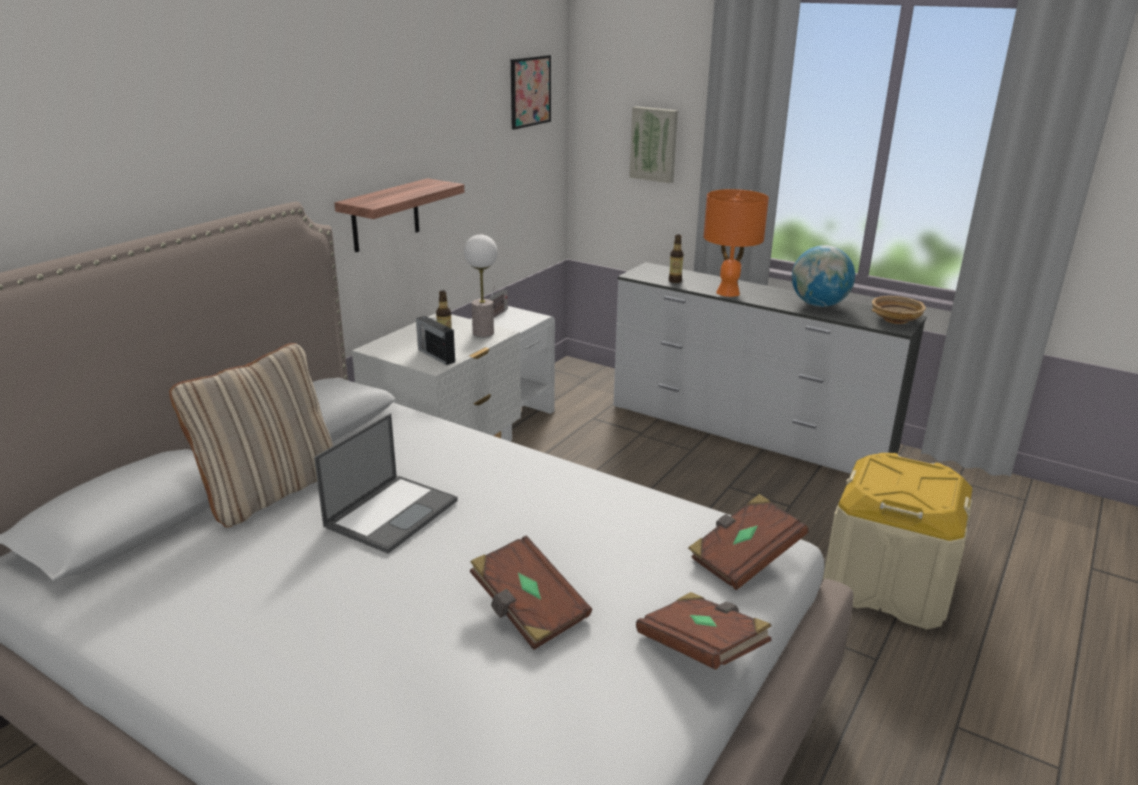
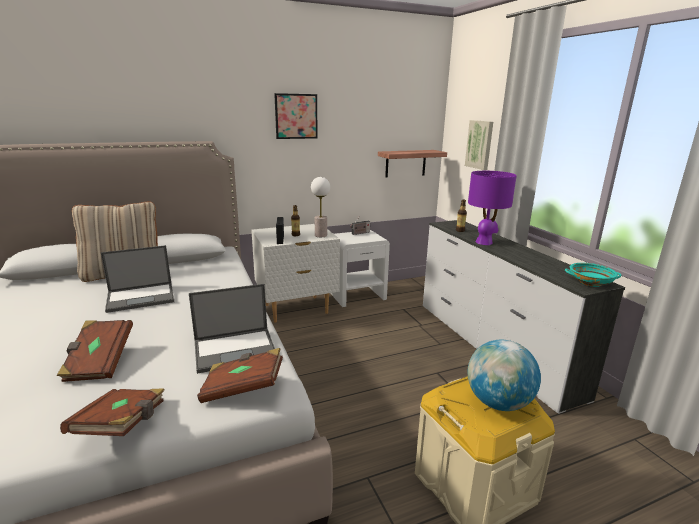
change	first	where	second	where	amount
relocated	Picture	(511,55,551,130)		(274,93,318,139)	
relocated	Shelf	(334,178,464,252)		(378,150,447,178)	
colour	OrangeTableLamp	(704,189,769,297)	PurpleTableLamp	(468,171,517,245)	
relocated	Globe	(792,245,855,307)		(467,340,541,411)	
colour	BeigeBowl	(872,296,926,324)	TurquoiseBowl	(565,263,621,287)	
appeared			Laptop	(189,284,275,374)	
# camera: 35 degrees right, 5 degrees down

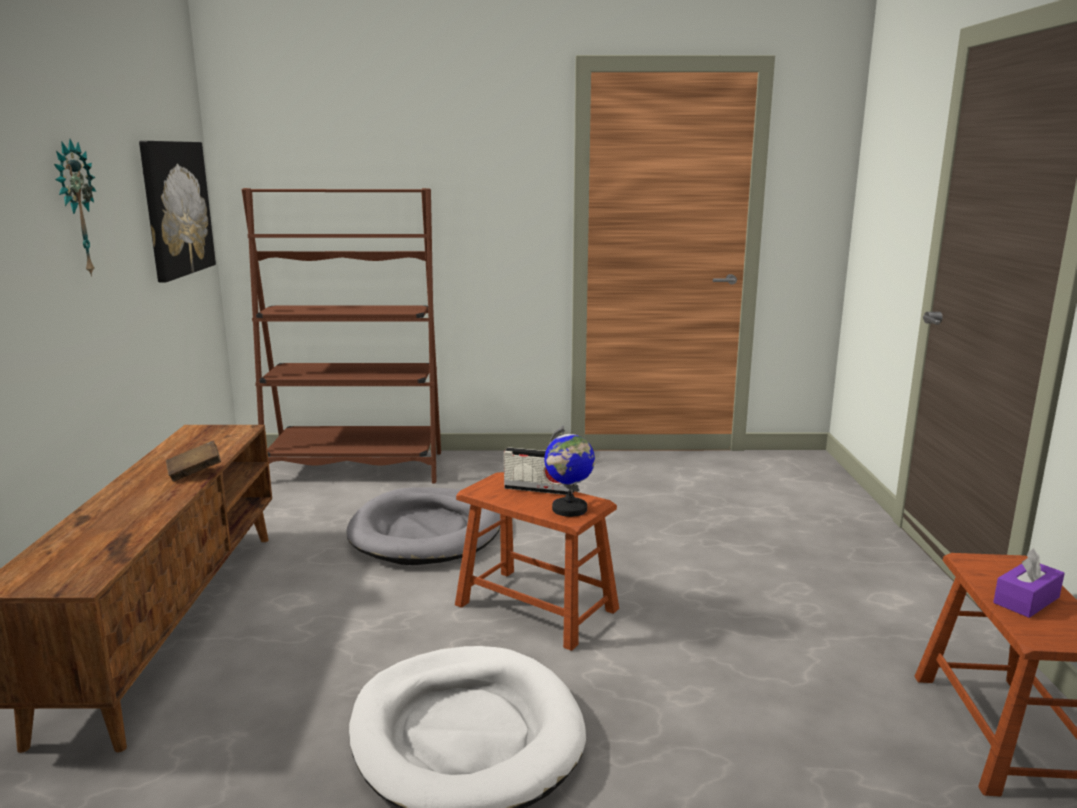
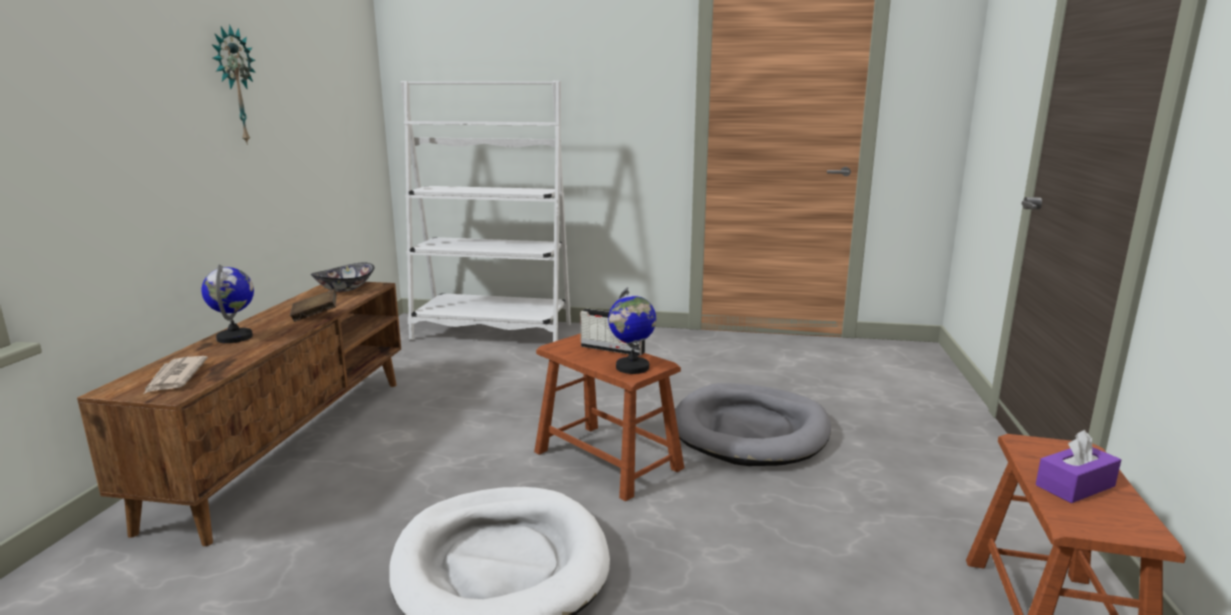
change	first	where	second	where	amount
missing	Picture	(139,141,216,282)			
colour	BrownBookcase	(242,188,441,483)	WhiteBookcase	(400,81,571,342)	
relocated	GreyDogBed	(346,487,500,565)		(675,383,831,466)	
appeared			Bowl	(311,263,375,292)	
appeared			Globe	(201,265,254,343)	
appeared			Newspaper	(144,356,208,394)	
# camera: 10 degrees right, 0 degrees up

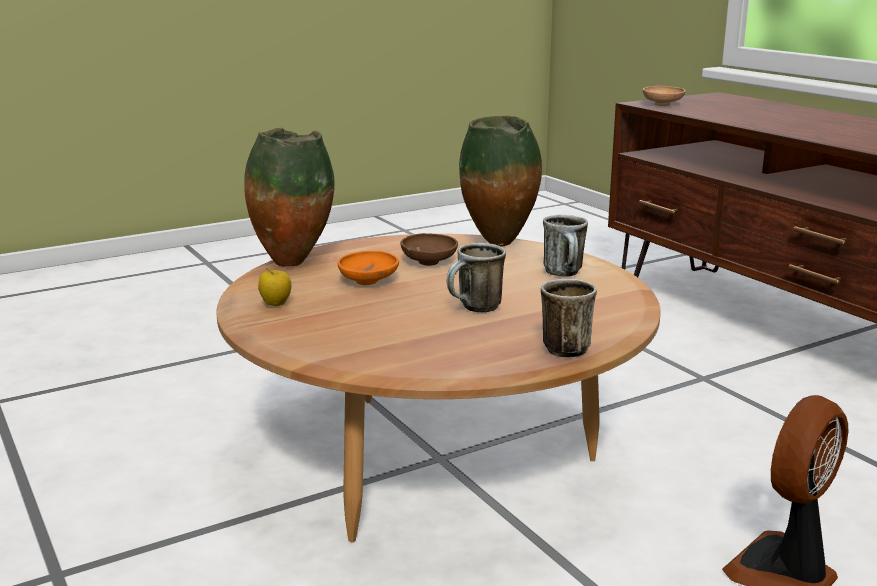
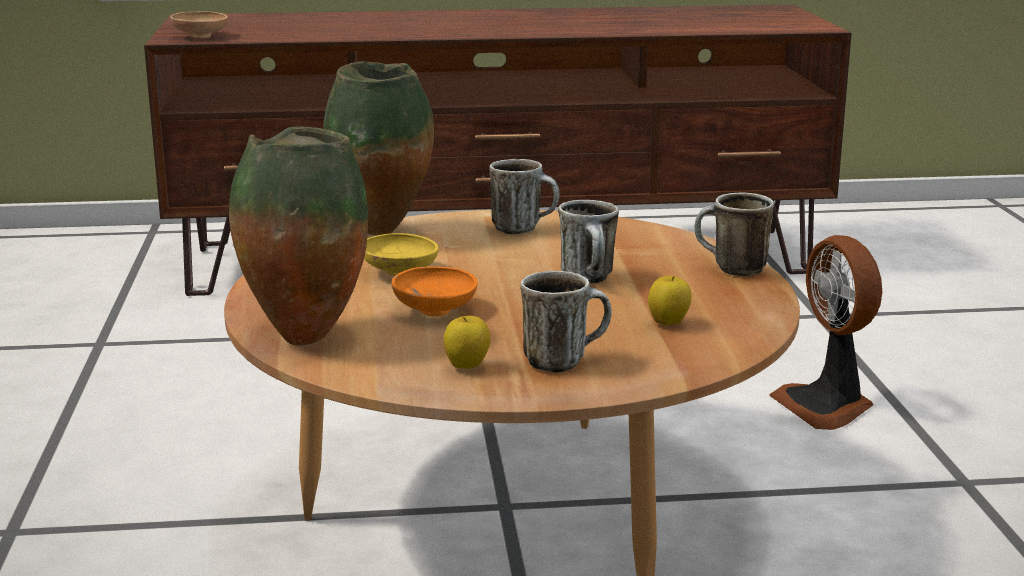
change	first	where	second	where	amount
colour	BrownBowl	(400,233,458,266)	YellowBowl	(364,233,439,276)	
appeared			Mug	(520,271,611,372)	
appeared			Apple	(648,276,691,325)	
# camera: 65 degrees left, 0 degrees up

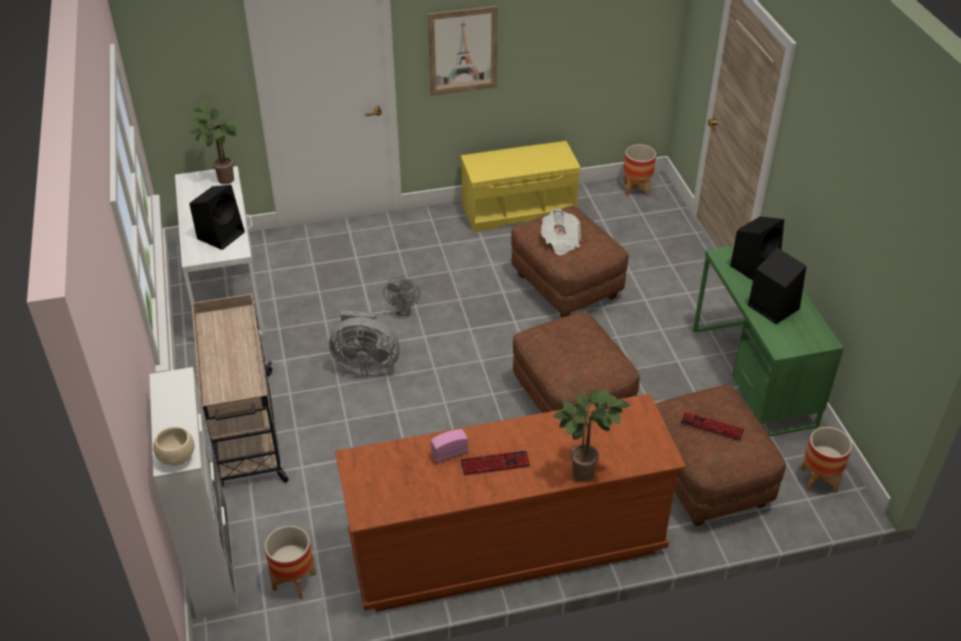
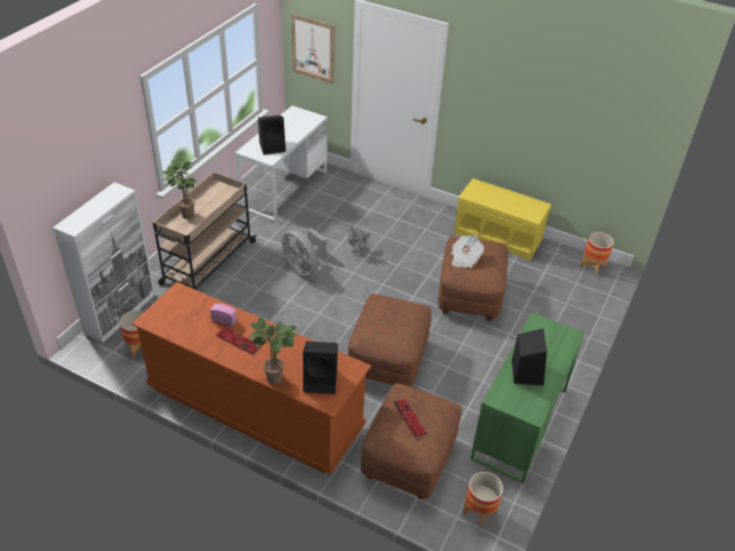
change	first	where	second	where	amount
relocated	Picture	(428,6,498,96)		(291,14,335,84)	
relocated	PottedPlant	(190,101,240,184)		(163,154,196,219)	
relocated	BlackSpeaker	(730,216,784,280)		(303,341,338,394)	
missing	BeigeBowl	(153,427,194,466)			
# camera: 40 degrees right, 0 degrees up

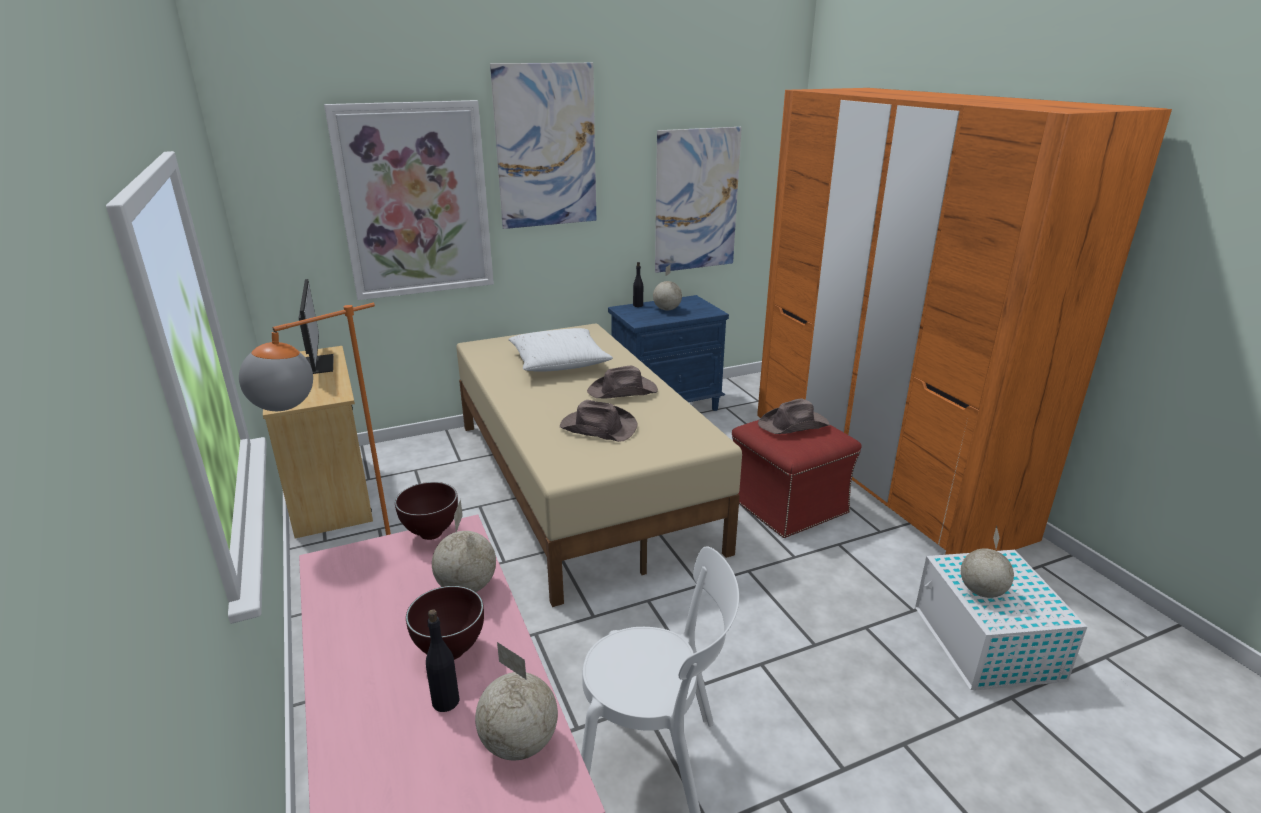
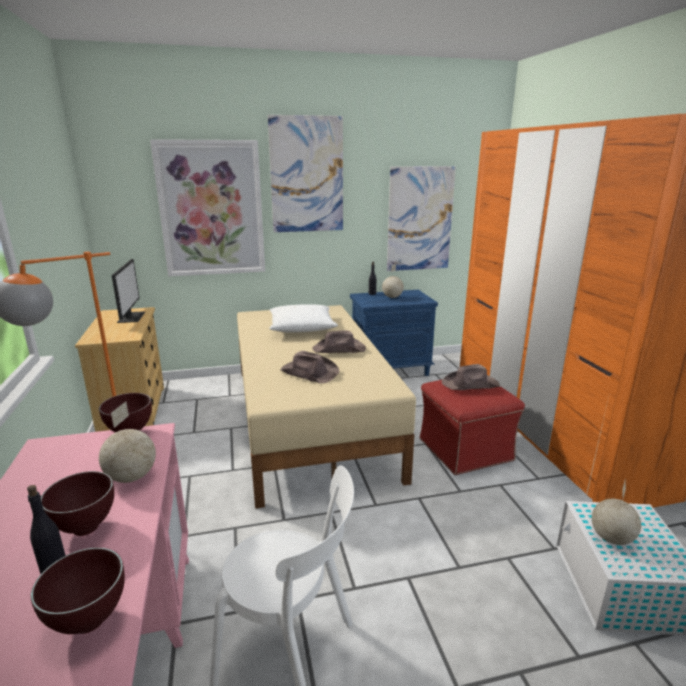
change	first	where	second	where	amount
exchanged	Globe	(475,642,558,760)	BrownBowl	(31,548,125,634)	
# camera: 10 degrees right, 5 degrees down

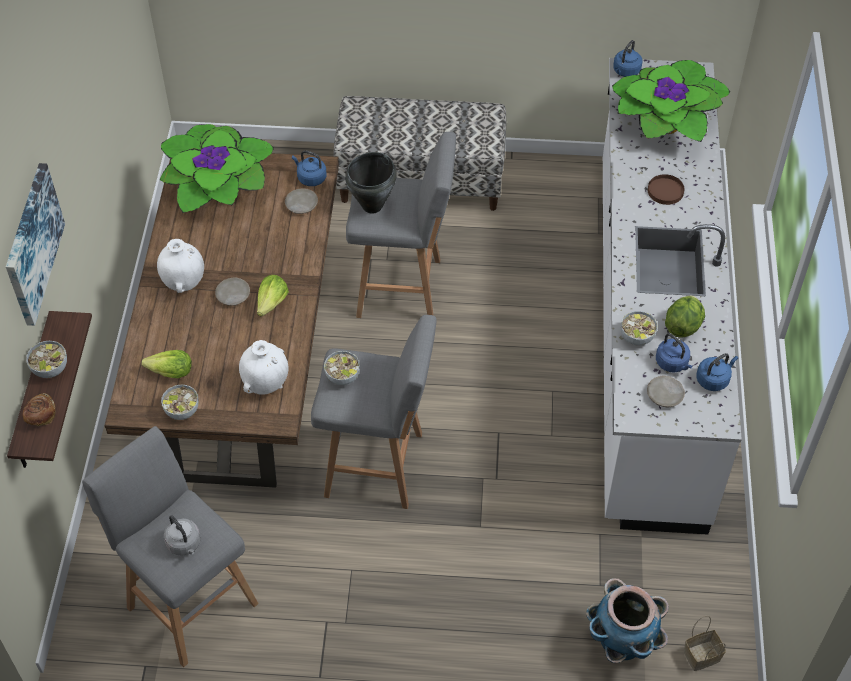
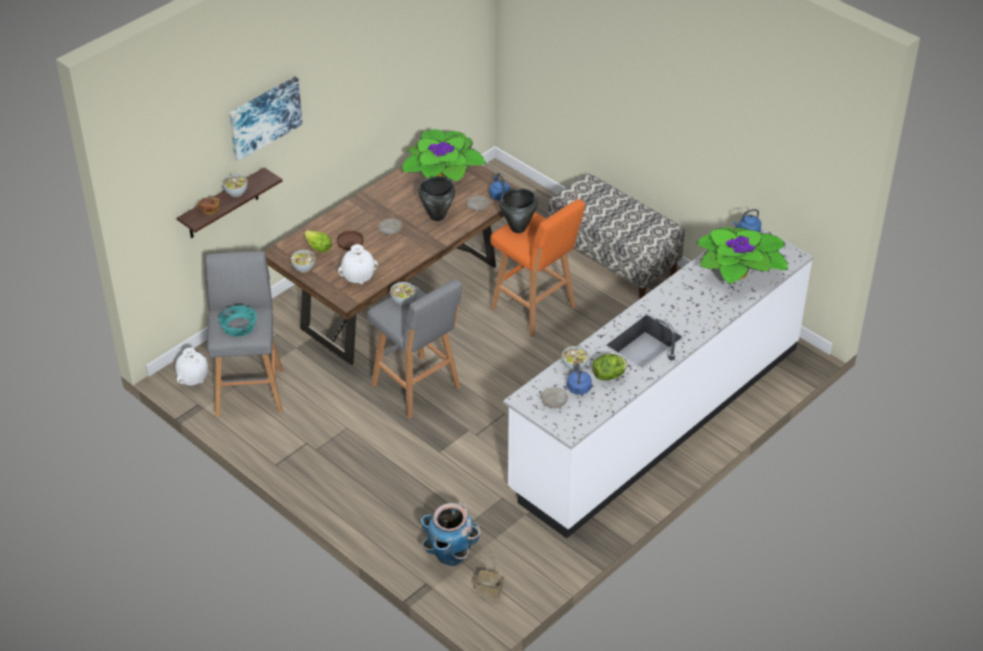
change	first	where	second	where	amount
colour	GreyStool	(346,132,456,318)	OrangeStool	(490,199,585,337)	
relocated	BrownPlate	(648,174,684,205)		(337,231,363,251)	
relocated	WhiteVase	(157,239,204,293)		(175,348,208,386)	
missing	Lettuce	(257,275,289,317)			
missing	BlueKettle	(696,353,738,391)			
exchanged	GreyKettle	(164,515,200,555)	TurquoiseBowl	(219,305,257,337)	
appeared			BlackCookingPot	(418,176,455,221)	
# camera: 40 degrees right, 10 degrees down

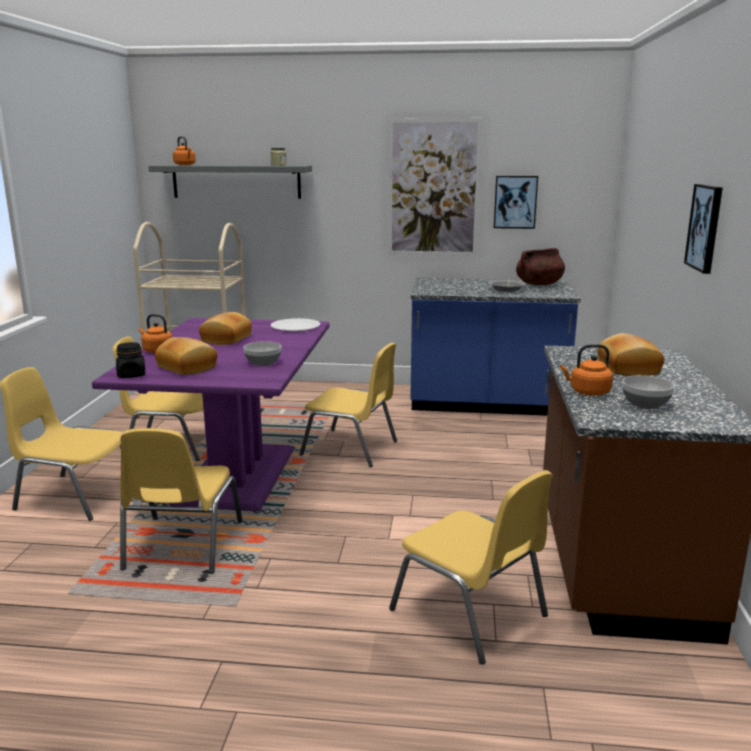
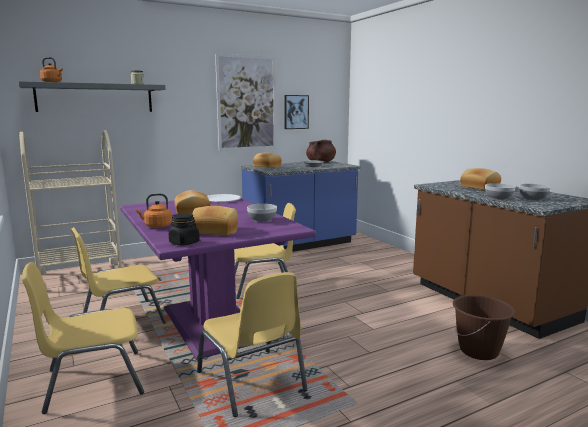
change	first	where	second	where	amount
missing	Picture	(684,184,723,274)			
exchanged	OrangeKettle	(560,344,613,396)	Bowl	(485,183,516,200)	
exchanged	YellowChair	(389,470,553,664)	BrownBucket	(453,295,516,360)	
appeared			Bread	(253,152,282,168)	
# camera: 35 degrees left, 5 degrees down

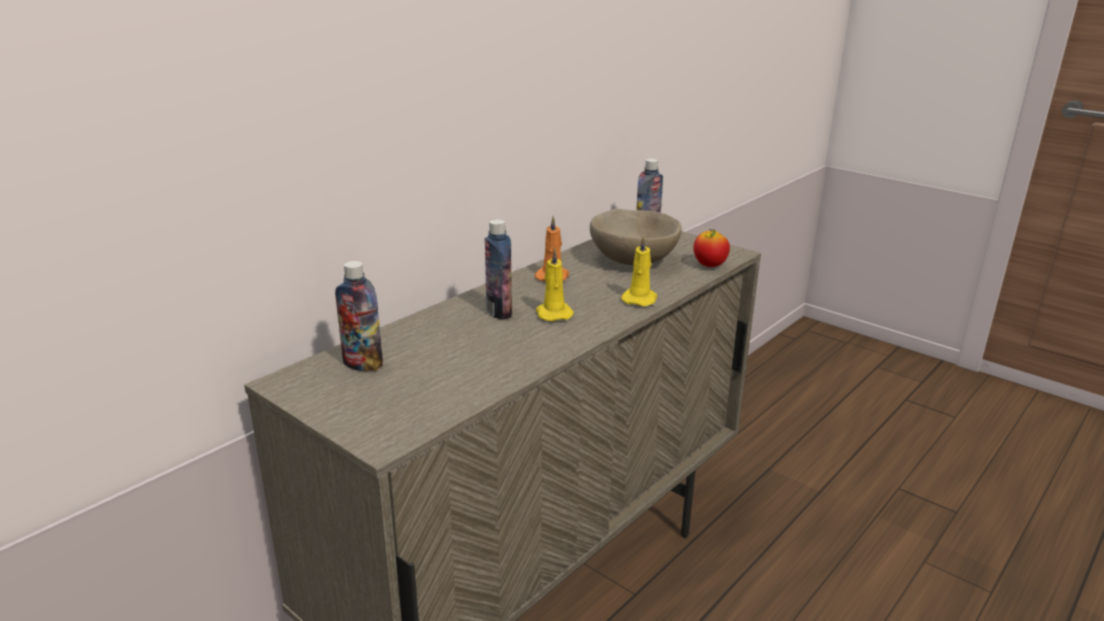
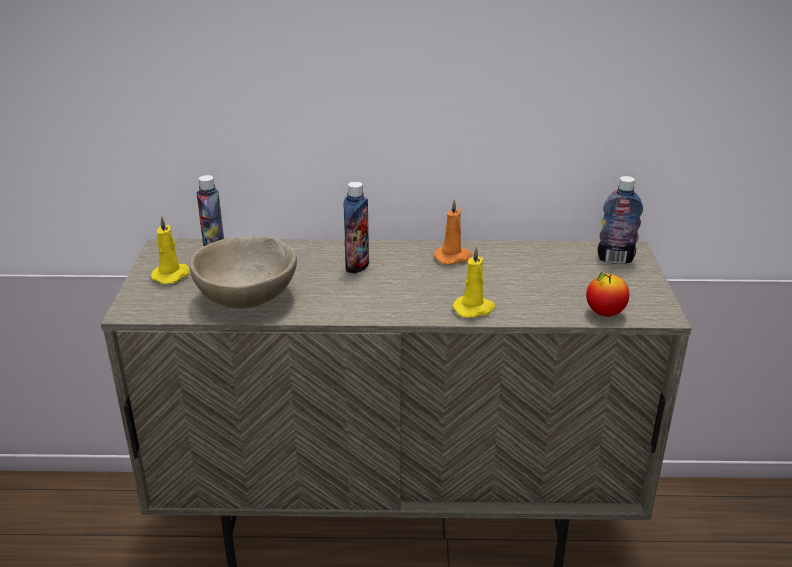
change	first	where	second	where	amount
relocated	BeigeBowl	(590,209,682,265)		(190,236,297,309)	
relocated	YellowCandle	(536,248,574,321)		(151,216,190,284)	
# camera: 50 degrees right, 5 degrees up

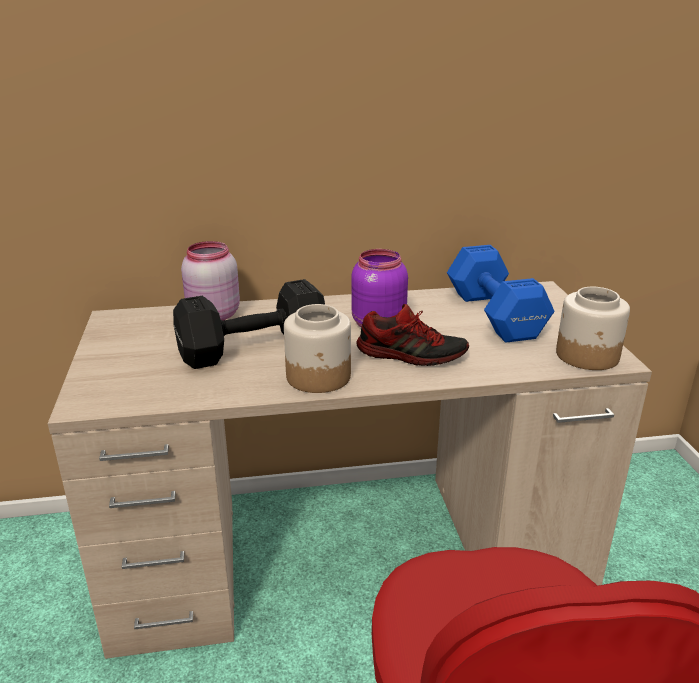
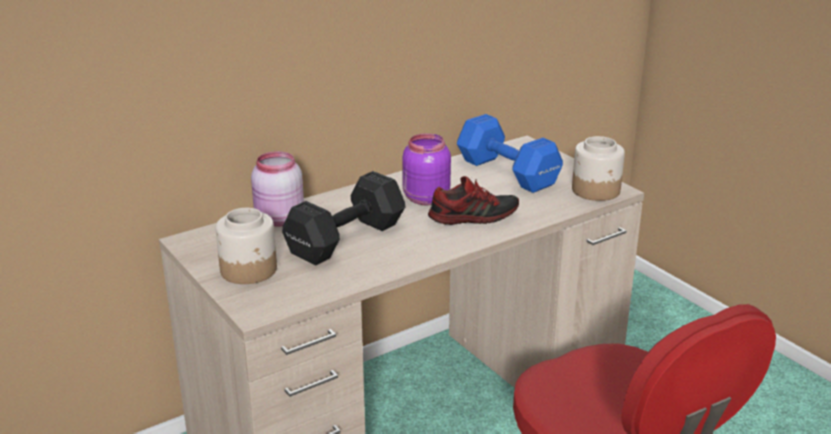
change	first	where	second	where	amount
relocated	Jar	(284,304,351,393)		(215,208,277,284)	
# camera: 25 degrees left, 0 degrees up

